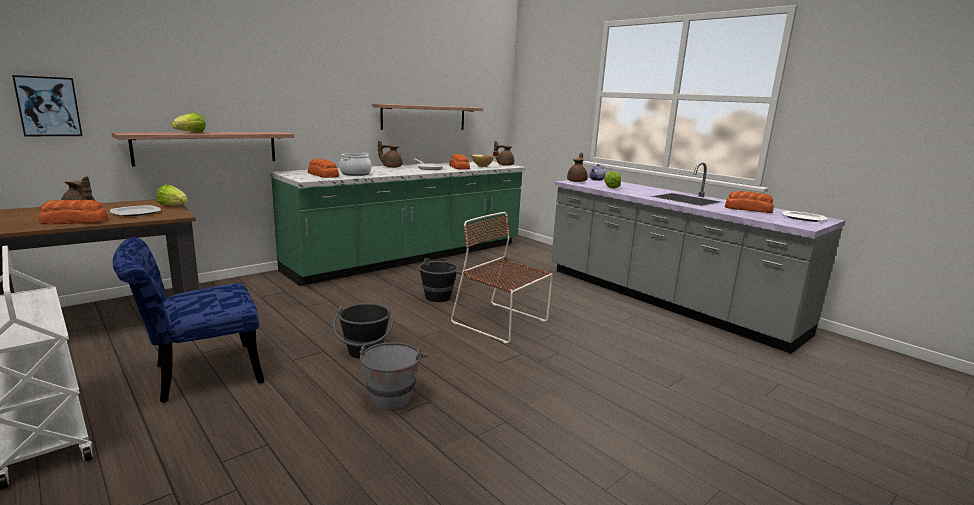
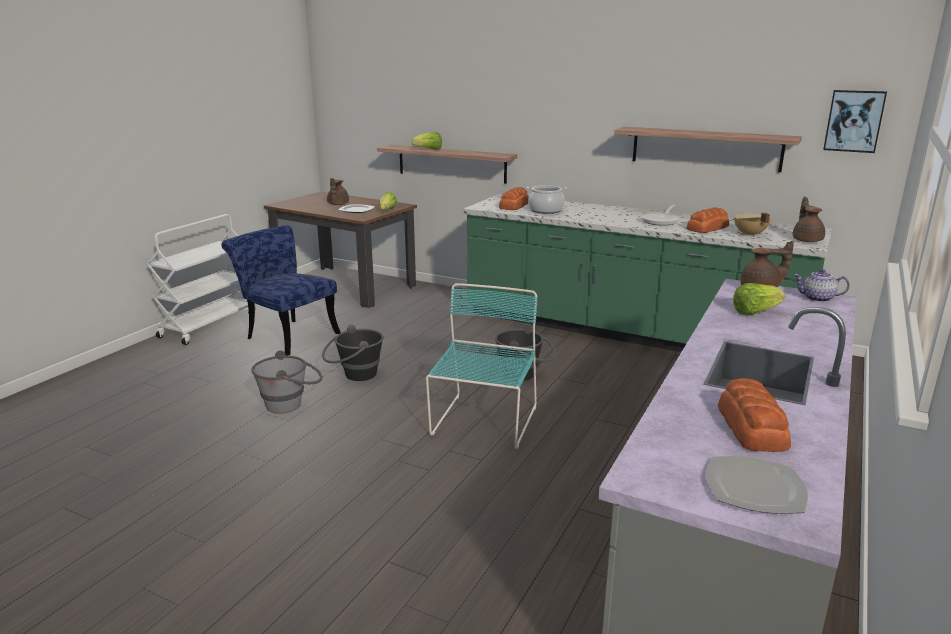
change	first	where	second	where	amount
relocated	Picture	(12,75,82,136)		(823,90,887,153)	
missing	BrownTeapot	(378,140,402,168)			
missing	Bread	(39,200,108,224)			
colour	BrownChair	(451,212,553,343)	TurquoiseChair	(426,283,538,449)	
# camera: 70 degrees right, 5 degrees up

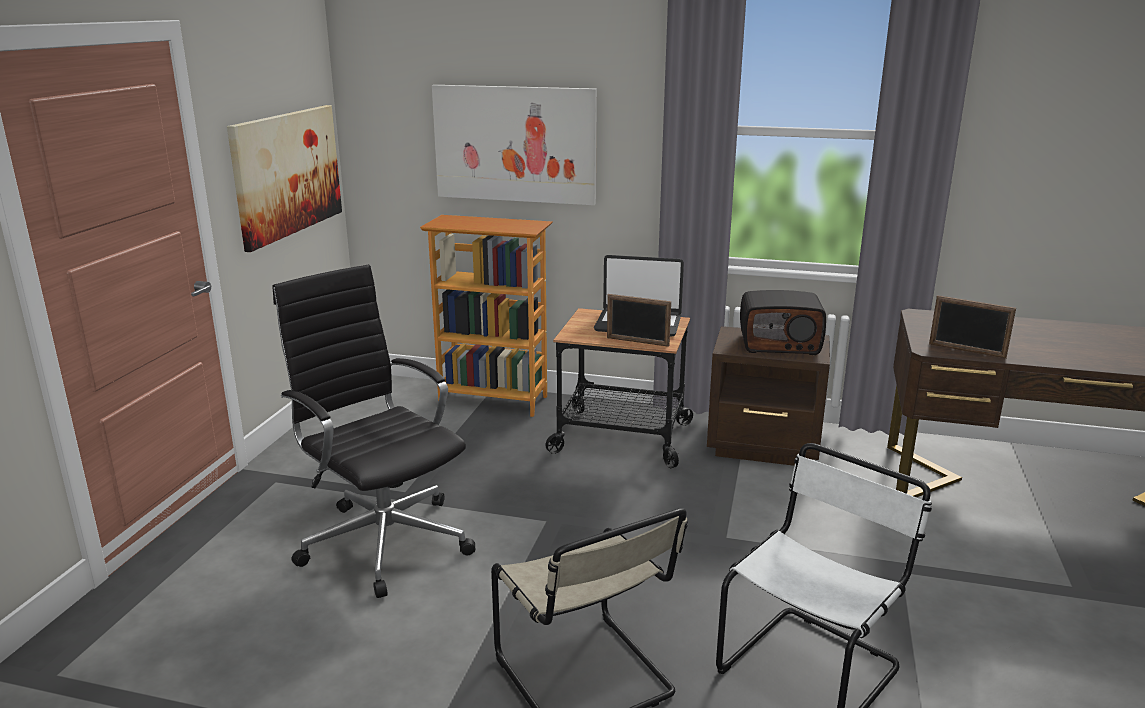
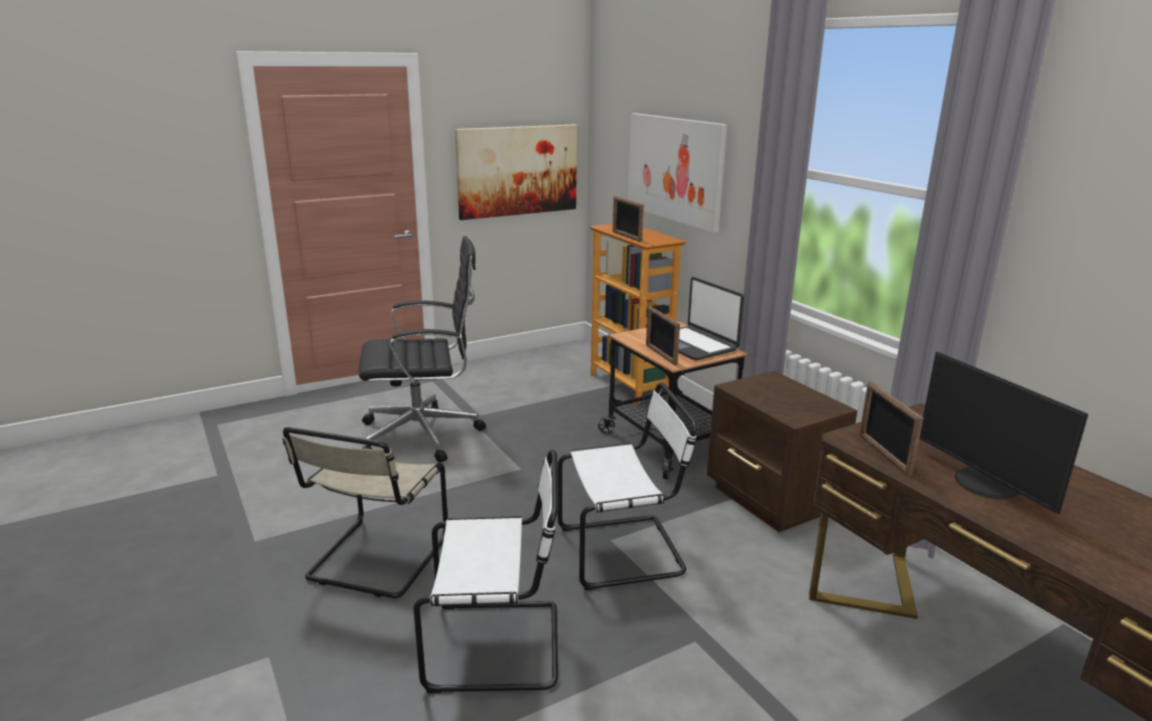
change	first	where	second	where	amount
spun	BlackOfficeChair	(273,264,475,598)		(359,236,486,462)	75 degrees clockwise
missing	Radio	(740,290,826,355)			
appeared			PictureFrame	(613,196,644,242)	
appeared			Monitor	(920,352,1088,514)	
appeared			WhiteChair	(558,383,697,590)	
# camera: 45 degrees right, 0 degrees up

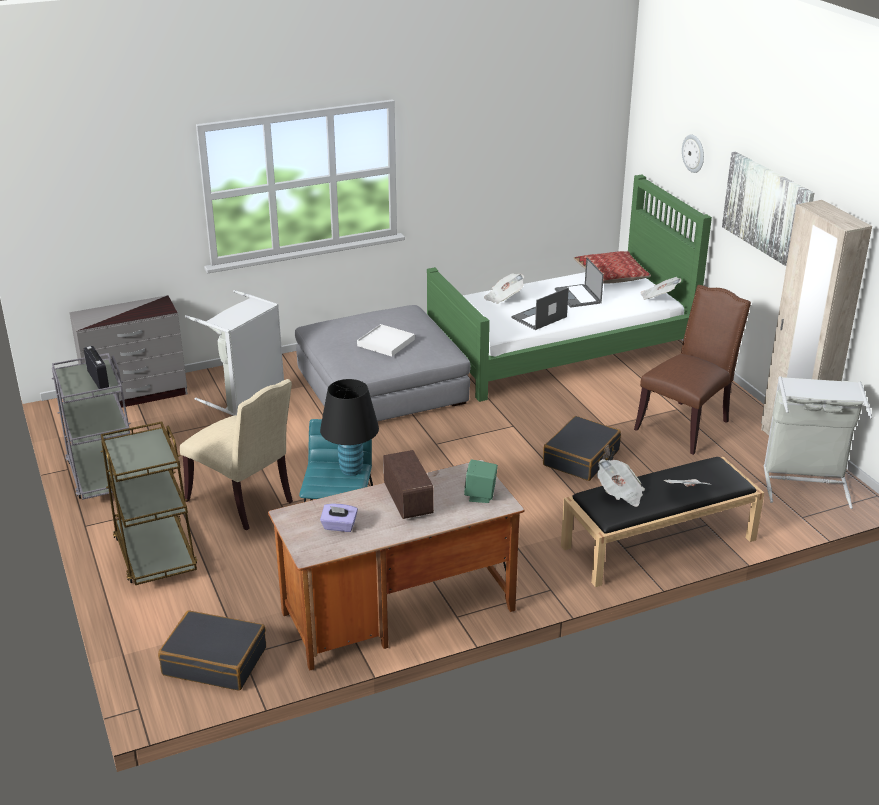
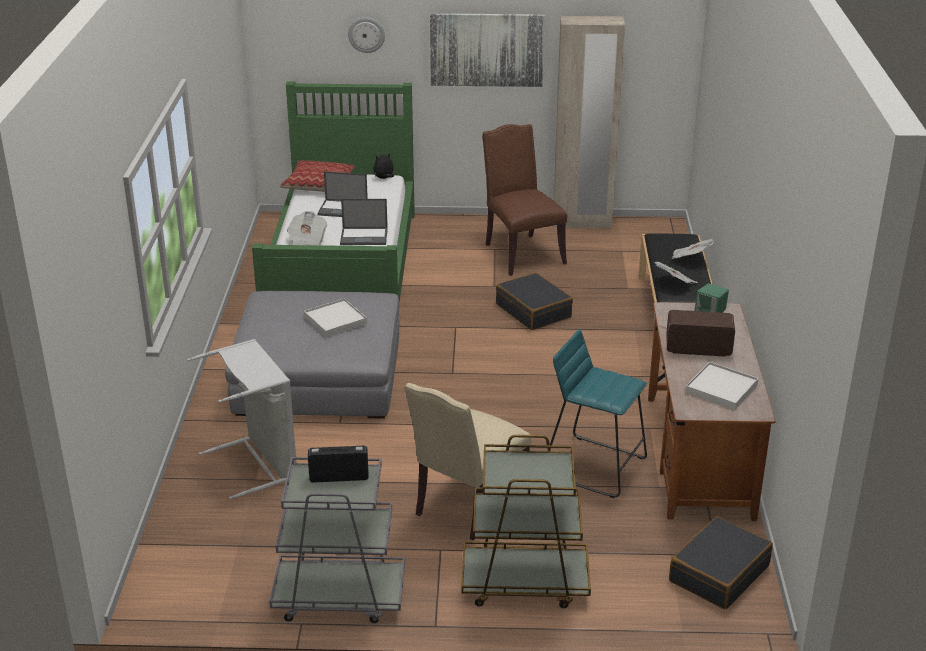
change	first	where	second	where	amount
exchanged	Newspaper	(641,277,681,300)	PlushToy	(373,153,394,179)	
spun	Laptop	(511,287,569,330)		(340,199,388,245)	75 degrees counterclockwise
missing	GreyDresser	(69,295,188,408)			
missing	GreyLaundryBasket	(764,376,872,509)			
spun	BeigeChair	(180,379,293,530)		(404,383,531,541)	150 degrees clockwise
missing	BlackTableLamp	(320,379,379,476)			
exchanged	PurpleTissueBox	(320,504,358,532)	WhiteTray	(685,362,758,410)	
# camera: 65 degrees left, 0 degrees up

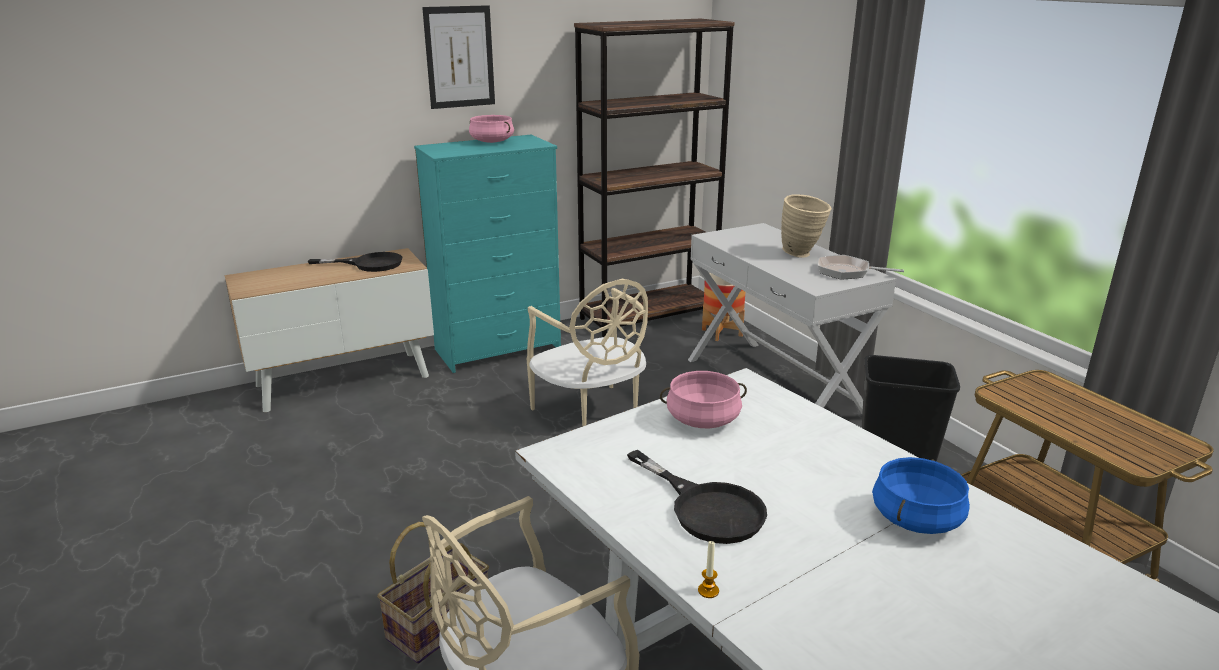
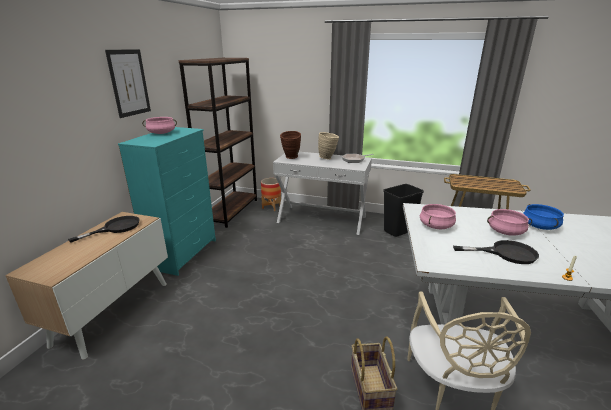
change	first	where	second	where	amount
missing	BeigeChair	(527,279,648,426)			
appeared			BrownVase	(280,131,301,159)	
appeared			PinkCookingPot	(487,209,532,236)	
# camera: 45 degrees left, 0 degrees up

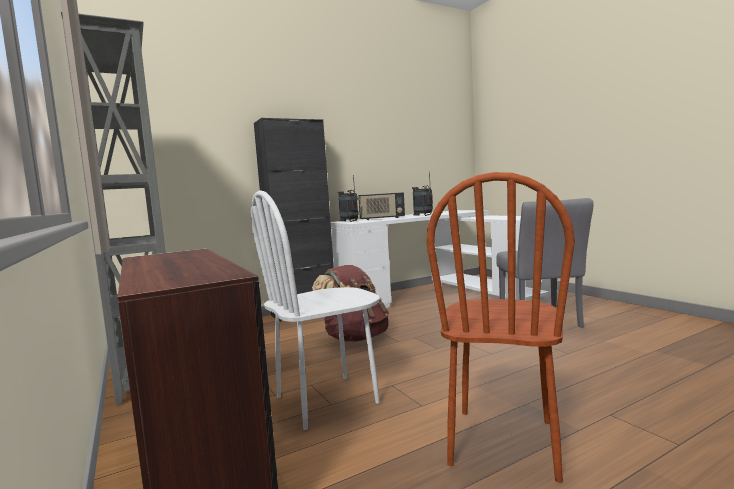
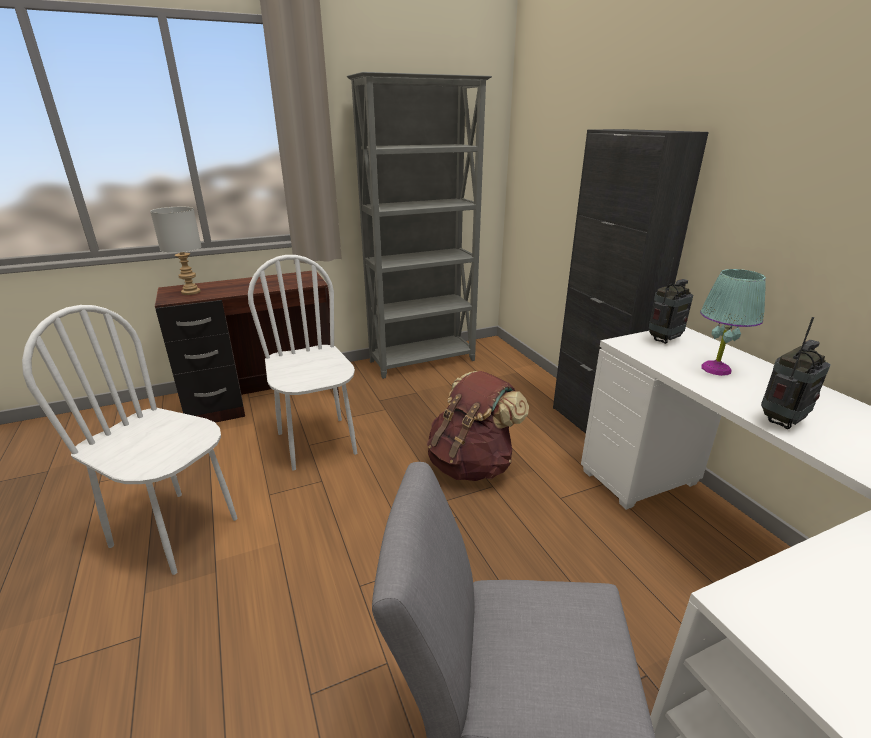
change	first	where	second	where	amount
colour	BrownChair	(426,172,575,483)	WhiteChair	(22,305,237,575)	
exchanged	Radio	(358,192,405,220)	TurquoiseTableLamp	(700,269,766,376)	
appeared			GreyTableLamp	(150,207,202,295)	
# camera: 95 degrees right, 20 degrees up

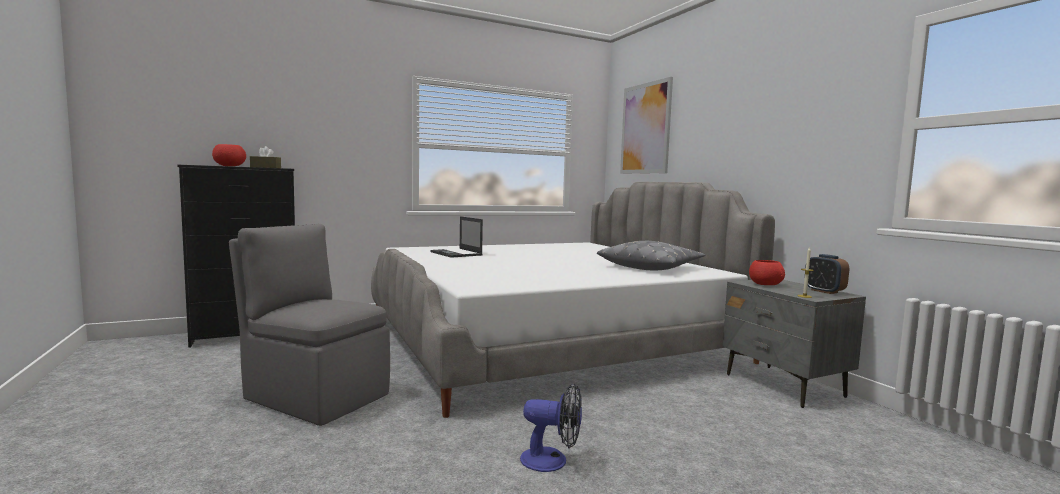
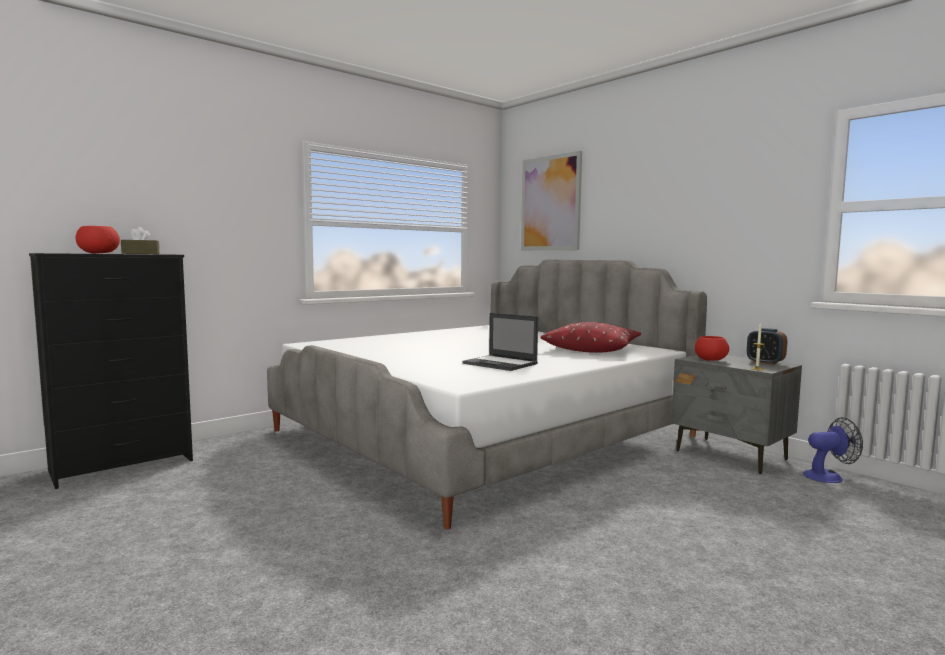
change	first	where	second	where	amount
relocated	Laptop	(430,216,483,258)		(462,313,538,371)	
missing	GreyChair	(229,224,390,426)			
colour	GreyPillow	(597,241,705,270)	RedPillow	(540,322,641,353)	
relocated	Fan	(520,383,582,472)		(803,417,863,483)	
# camera: 15 degrees left, 0 degrees up

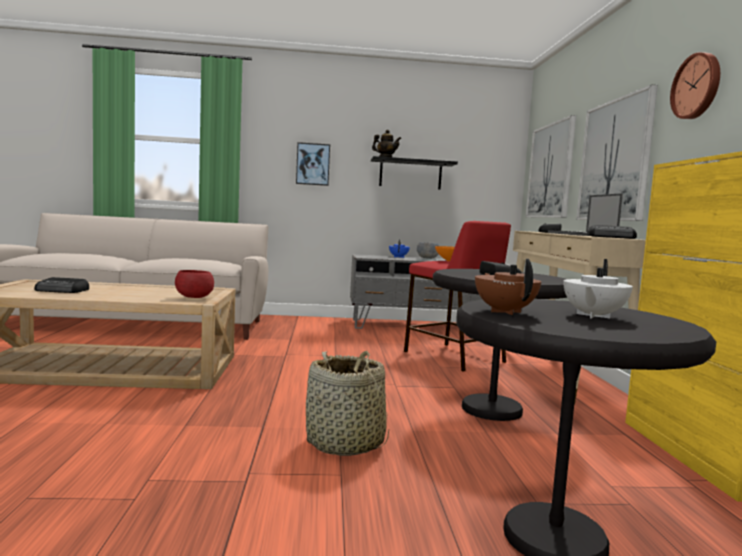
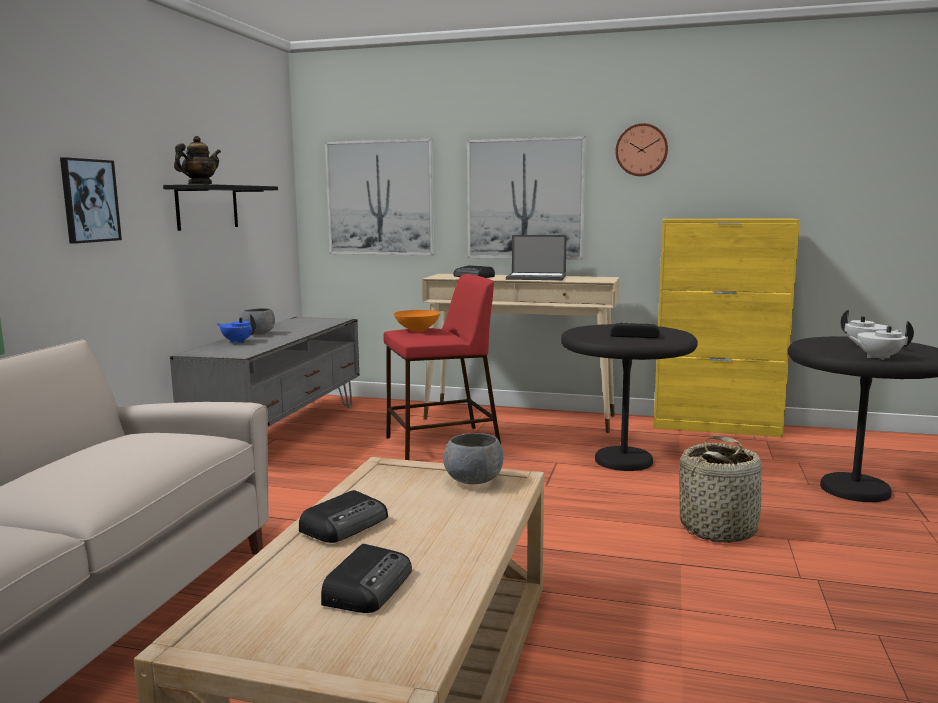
change	first	where	second	where	amount
relocated	Radio	(588,225,637,239)		(299,490,388,543)	
colour	BrownTeapot	(475,259,541,315)	WhiteTeapot	(846,321,914,360)	
colour	RedBowl	(175,270,214,298)	GreyBowl	(443,433,503,484)	
# camera: 70 degrees left, 5 degrees up

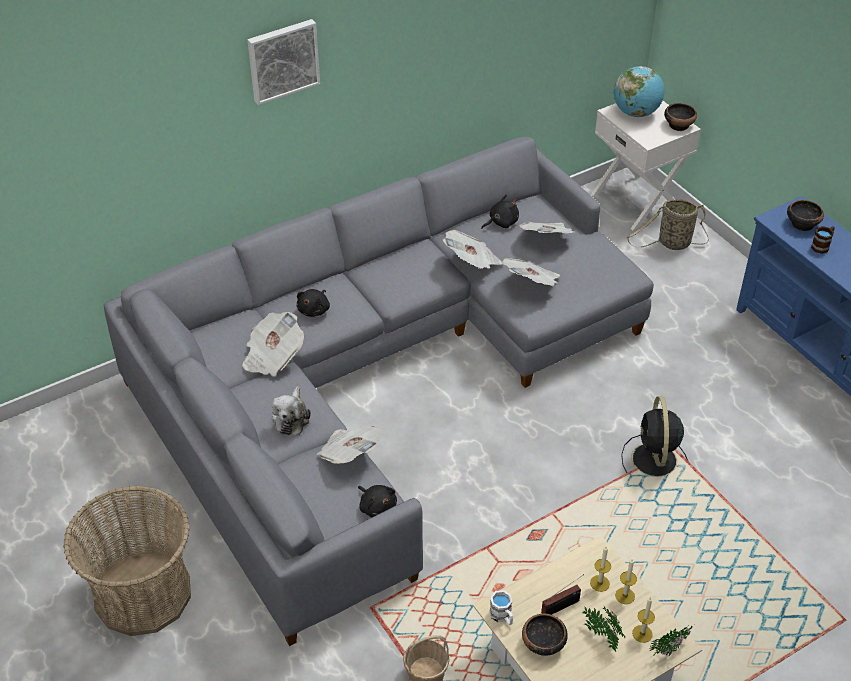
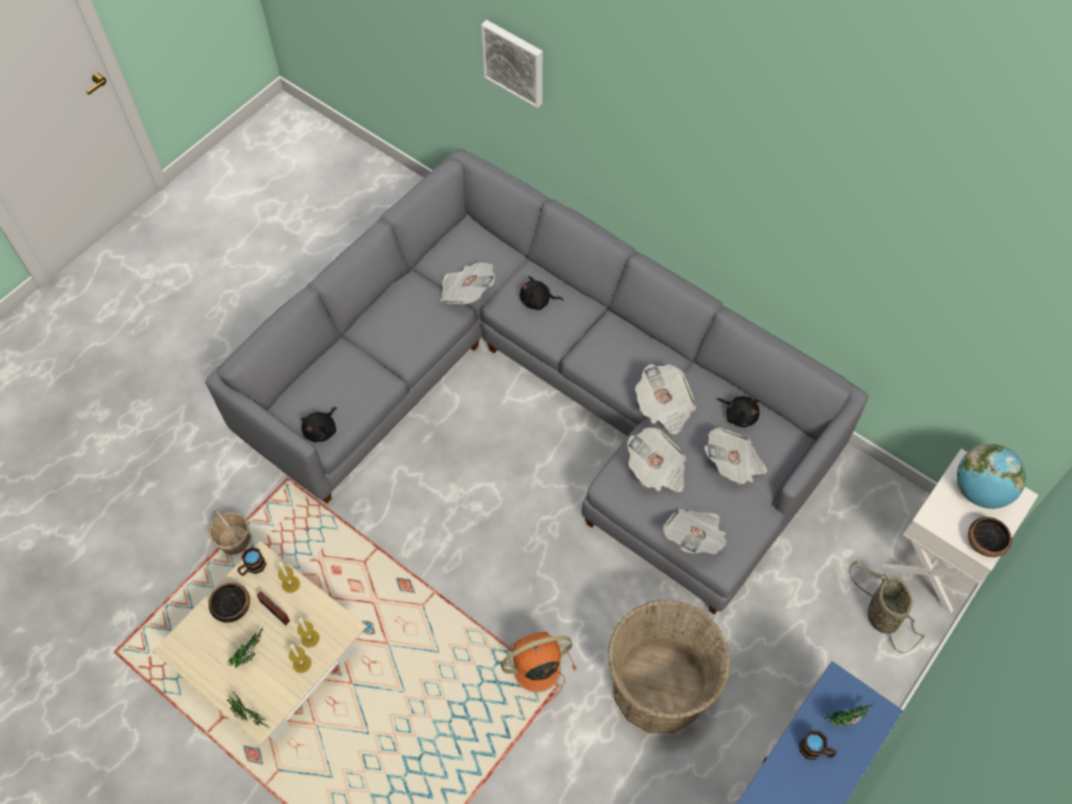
change	first	where	second	where	amount
relocated	Picture	(247,19,320,105)		(481,20,543,108)	
exchanged	Bowl	(787,200,824,231)	PottedPlant	(824,704,873,727)	
missing	PlushToy	(271,386,311,435)			
colour	BlackFan	(621,396,688,477)	OrangeFan	(501,632,577,703)	
relocated	Newspaper	(316,426,383,464)		(663,509,727,554)	
relocated	Basket	(63,486,191,636)		(608,599,730,733)	
colour	WhiteMug	(490,590,513,625)	BrownMug	(238,547,266,576)	
relocated	Candle	(632,597,655,643)		(278,562,300,593)	
# camera: 70 degrees right, 15 degrees up

